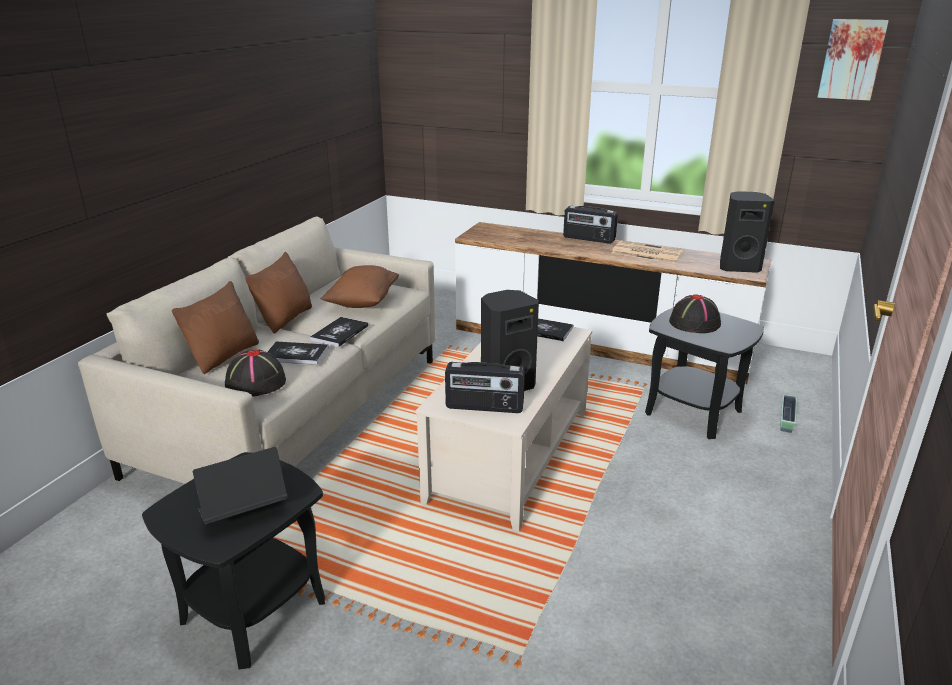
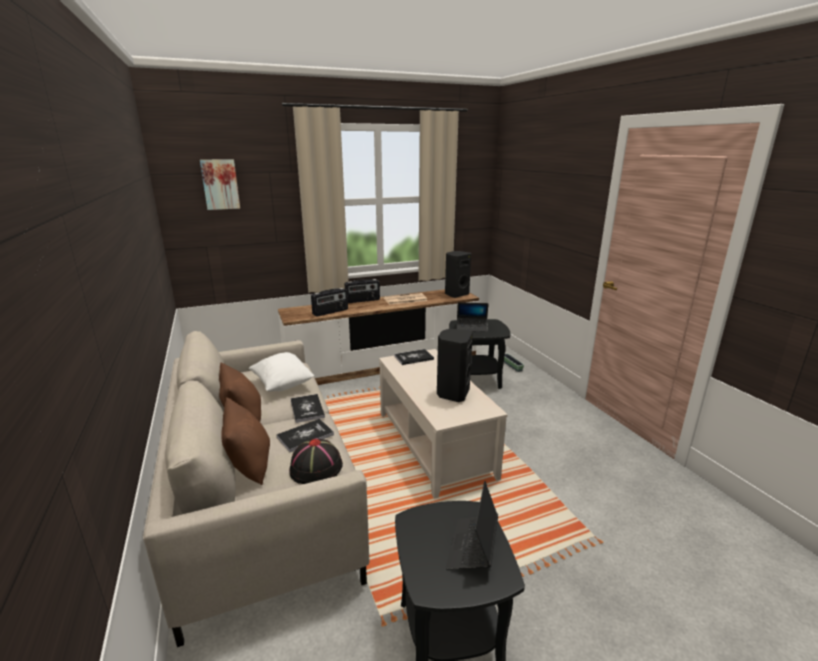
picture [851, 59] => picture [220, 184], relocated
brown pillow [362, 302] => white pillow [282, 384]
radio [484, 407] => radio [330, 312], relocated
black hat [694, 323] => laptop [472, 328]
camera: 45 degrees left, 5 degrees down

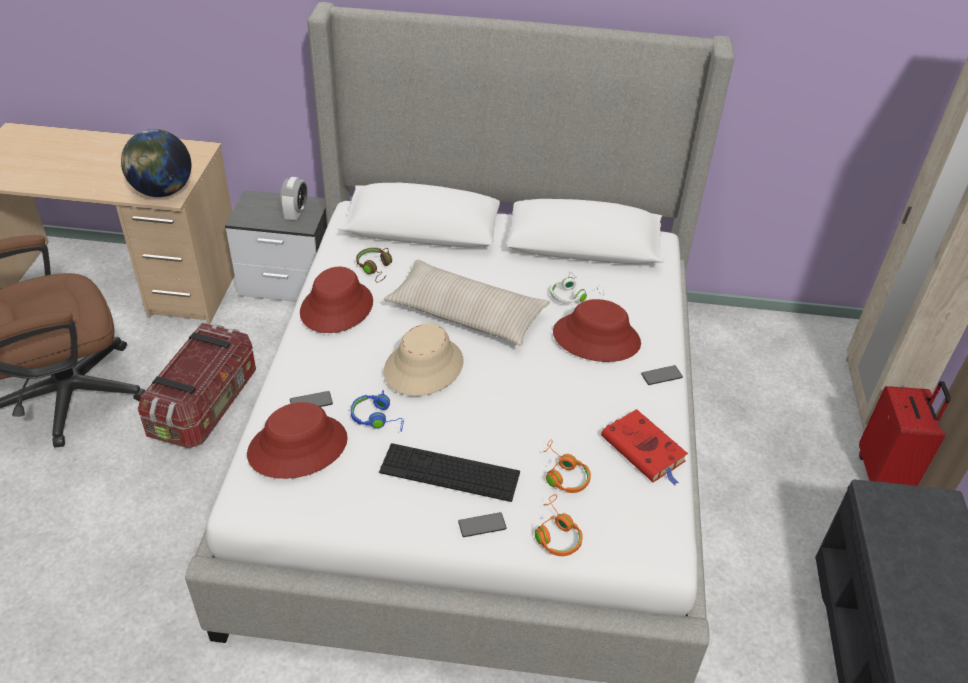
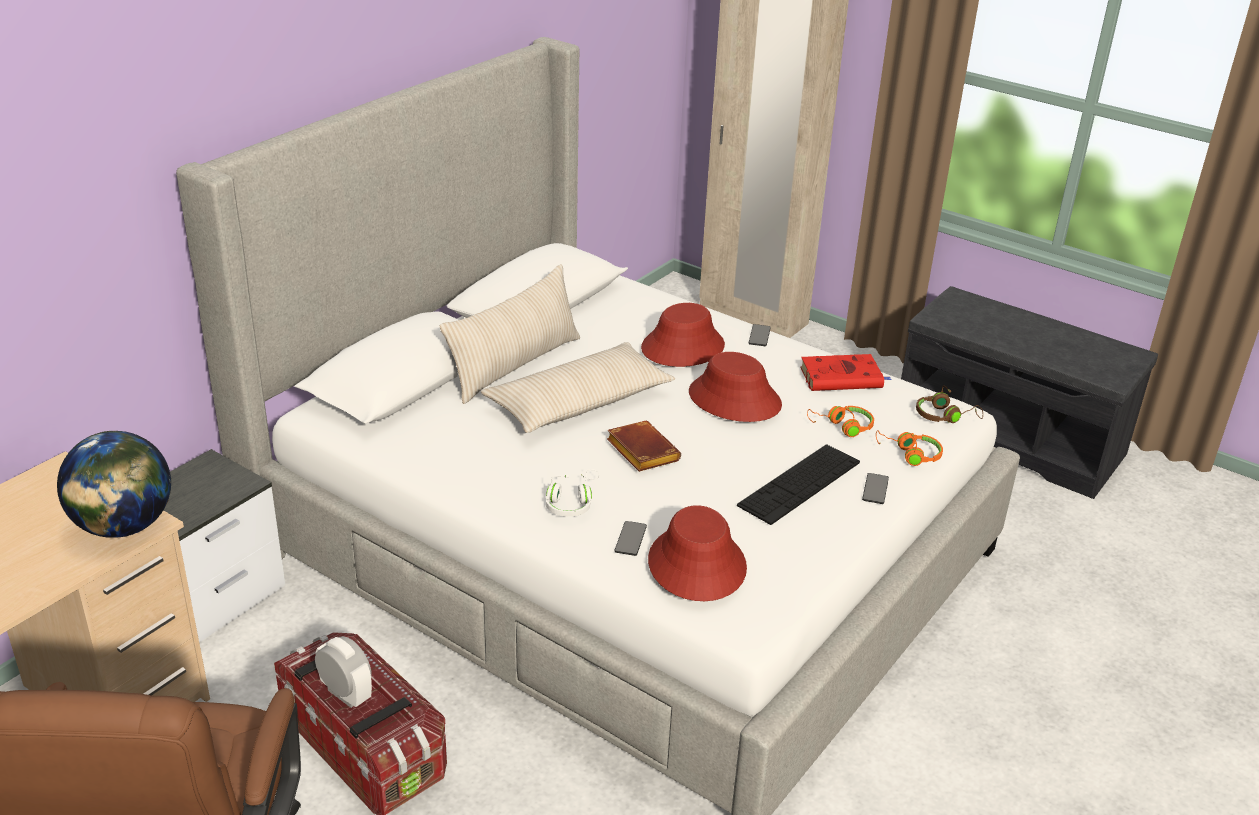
alarm clock [296, 214] => alarm clock [346, 694], relocated
nothing => beige pillow [515, 365]
white headphones [573, 296] => white headphones [572, 502], relocated
beige hat [423, 367] => brown book [640, 451]
red hat [336, 307] => red hat [734, 399], relocated
brown headphones [375, 268] => brown headphones [944, 416], relocated
blue headphones [378, 418] => nothing
red suitcase [884, 475] => nothing
camera: 60 degrees left, 10 degrees down

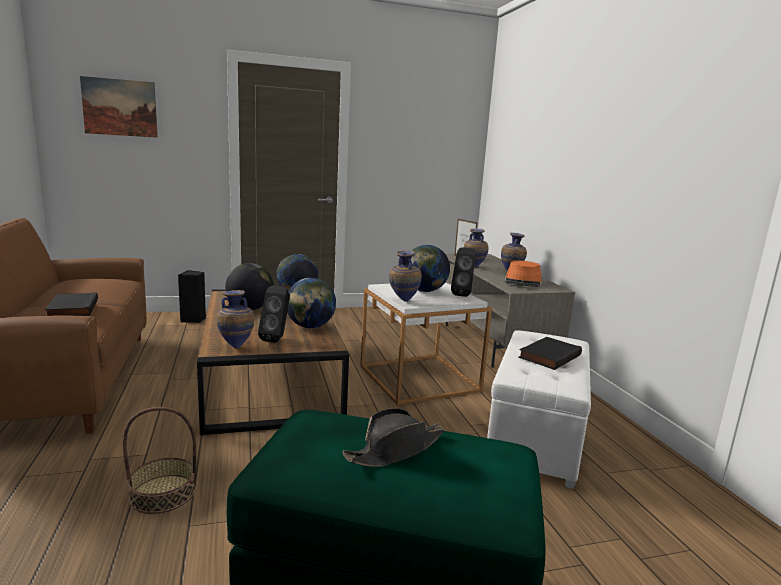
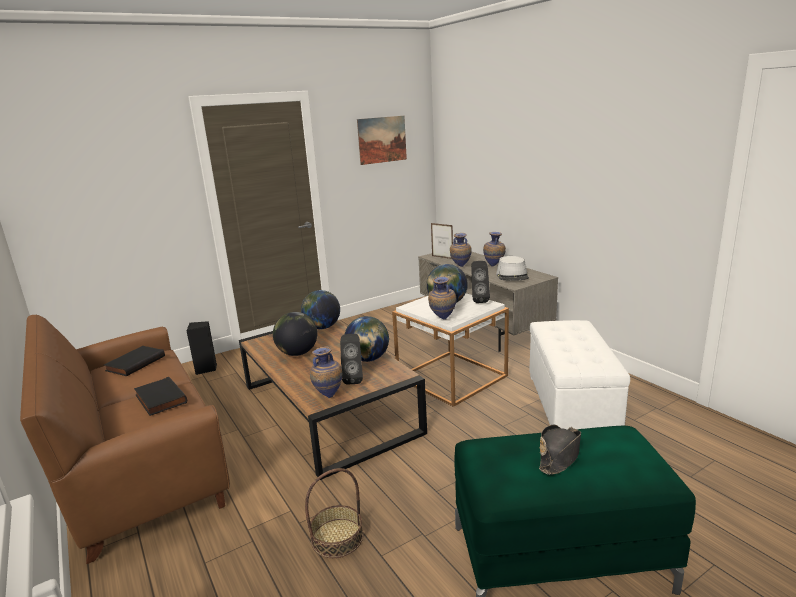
black book [548, 356] => black book [135, 363], relocated
picture [120, 107] => picture [382, 140], relocated
orange hat [523, 282] => grey hat [512, 275]
camera: 15 degrees left, 5 degrees up

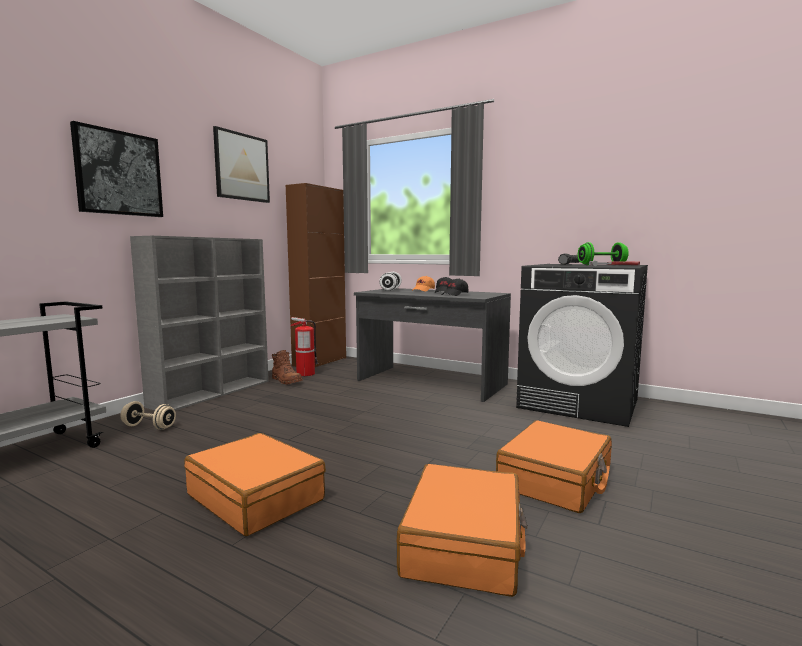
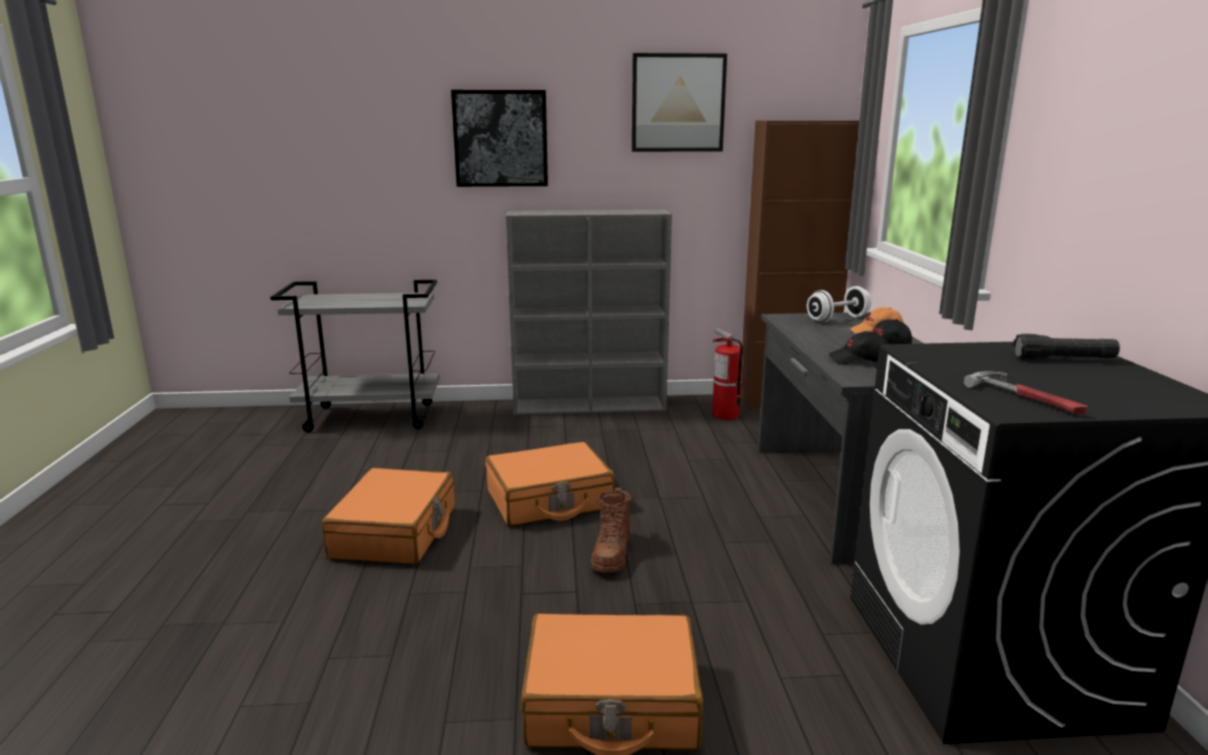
orange suitcase [464, 544] => orange suitcase [549, 500], relocated
brown boot [286, 381] => brown boot [612, 553], relocated
beige dumbbell [149, 427] => nothing
green dumbbell [602, 265] => nothing
camera: 55 degrees right, 10 degrees up

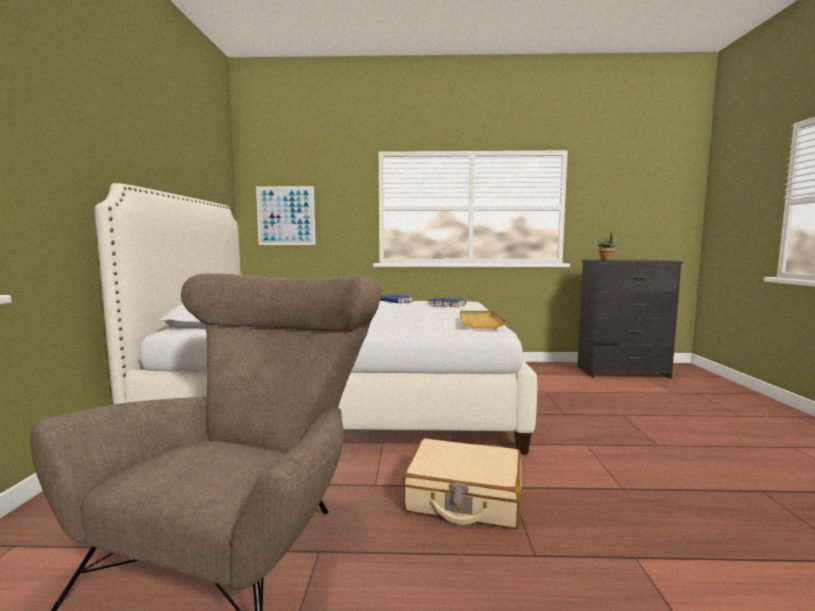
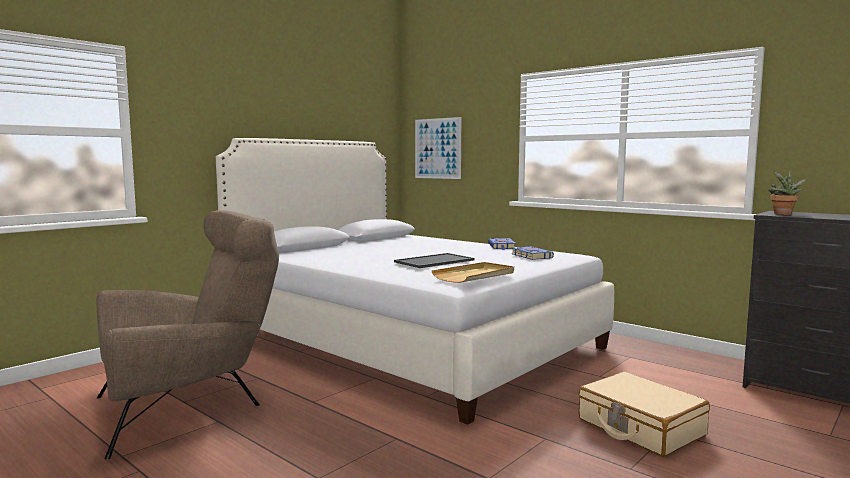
nothing => tray [434, 261]
beige suitcase [464, 498] => beige suitcase [640, 427], relocated
camera: 40 degrees right, 0 degrees up

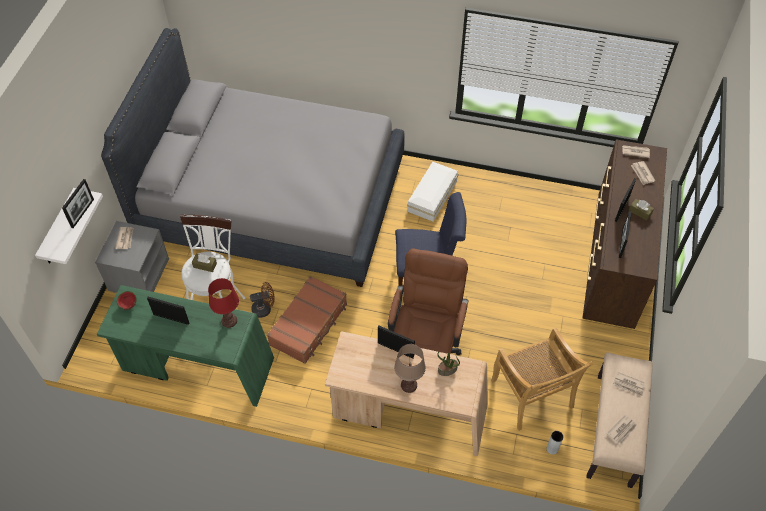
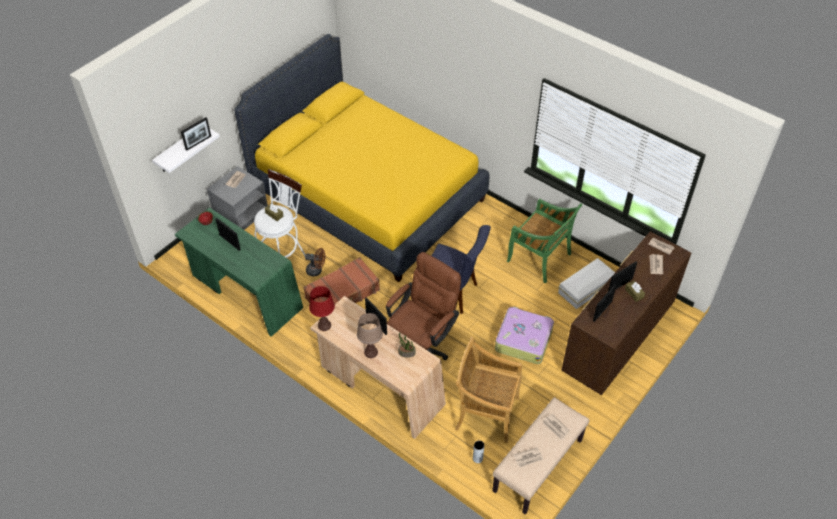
grey bed [272, 200] => yellow bed [367, 195]
red table lamp [229, 321] => red table lamp [324, 325], relocated
beige chair [532, 395] => beige chair [485, 413], 105 degrees clockwise
nothing => suitcase [523, 339]
nothing => green chair [540, 258]
white storage box [431, 196] => white storage box [585, 288], relocated
camera: 25 degrees right, 5 degrees down

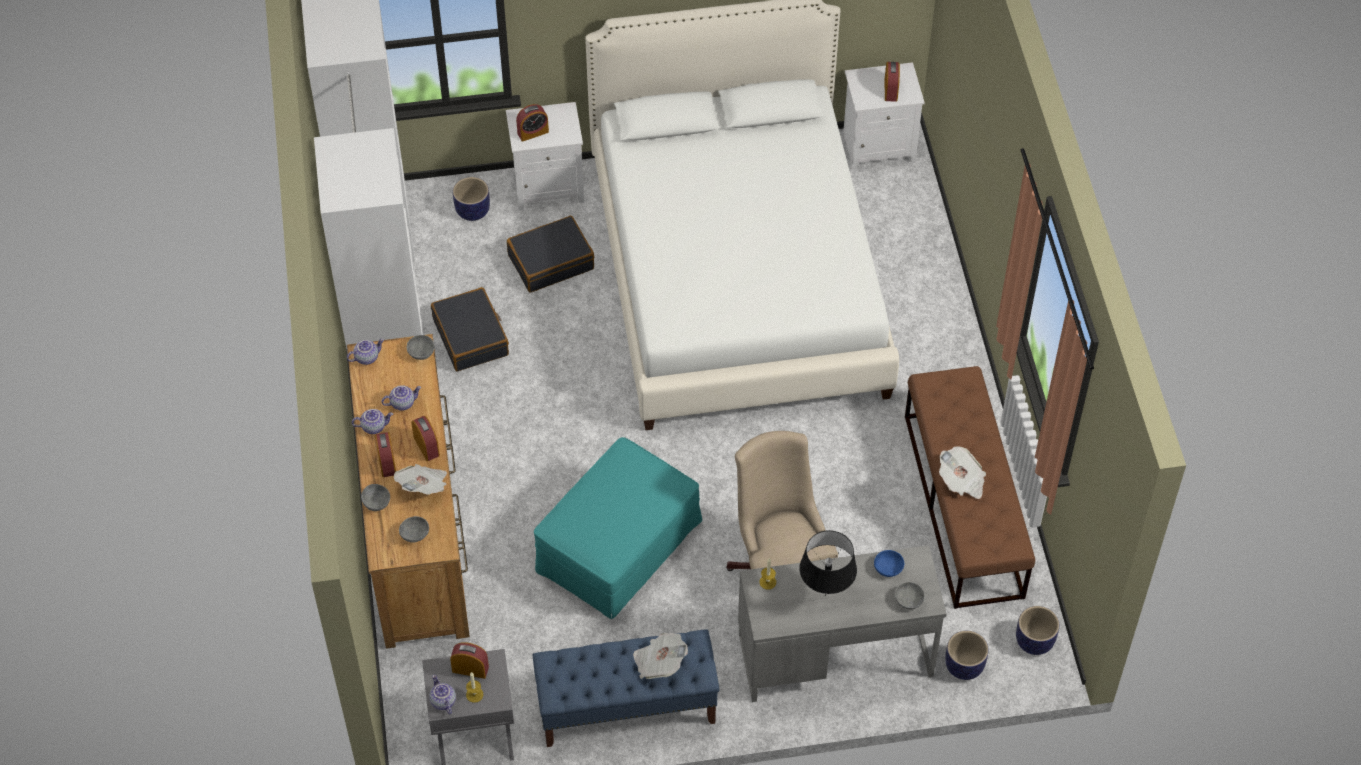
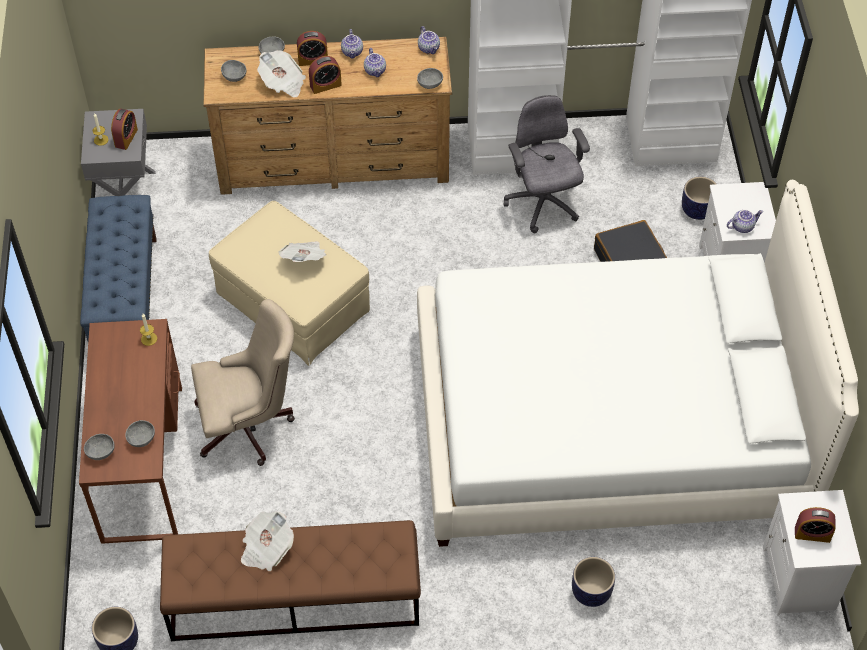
grey desk [834, 655] => brown desk [143, 462]
blue bowl [888, 569] => grey bowl [141, 439]
turquoise ottoman [617, 547] => beige ottoman [292, 301]
newspaper [659, 663] => newspaper [304, 259], relocated
black suitcase [471, 337] => grey office chair [543, 204]
planter [963, 666] => planter [591, 591], relocated
teapot [442, 701] => teapot [742, 226], relocated
alarm clock [533, 132] => nothing
black table lamp [825, 595] => nothing
camera: 95 degrees right, 0 degrees up

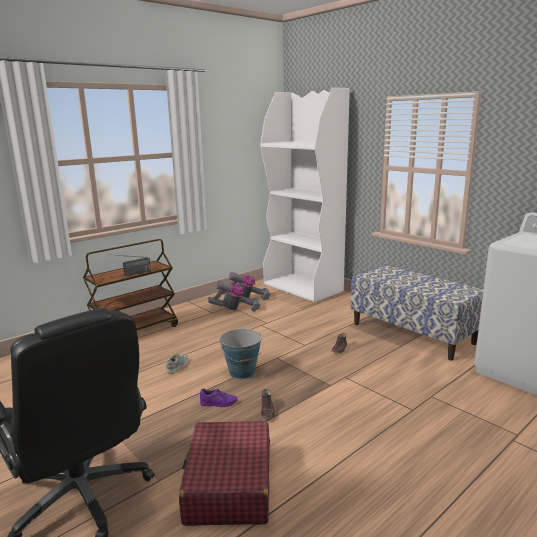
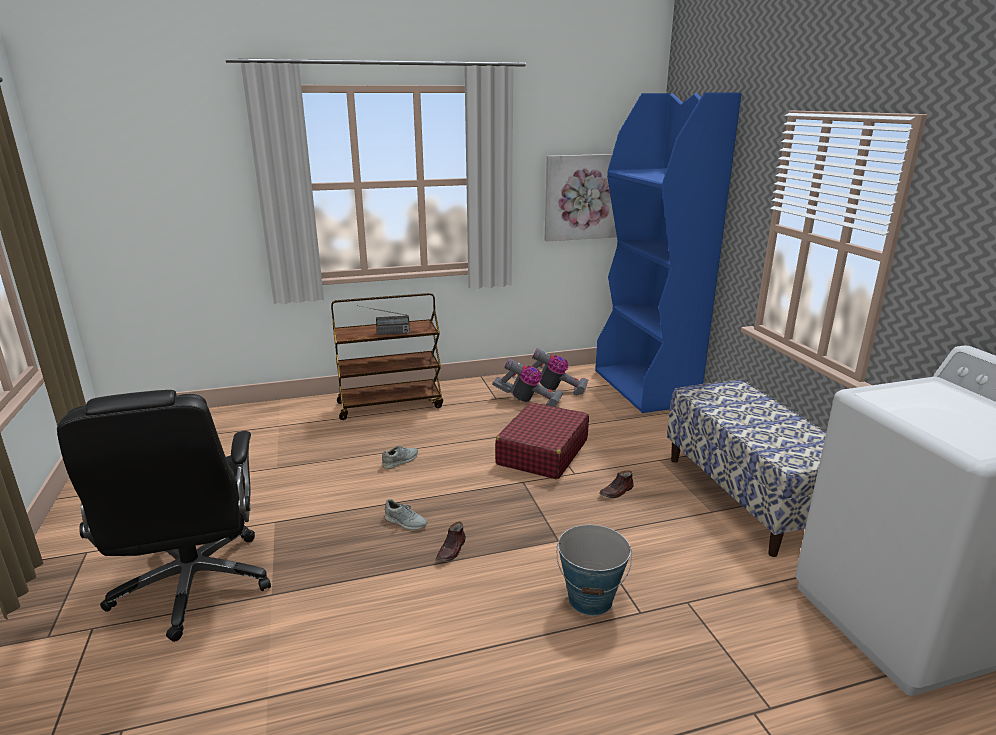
purple shoe [218, 403] => grey shoe [406, 522]
red suitcase [229, 485] => red suitcase [542, 452], relocated
nothing => picture [583, 197]
bucket [242, 372] => bucket [590, 599], relocated
white bookcase [303, 288] => blue bookcase [645, 387]
camera: 25 degrees right, 5 degrees up

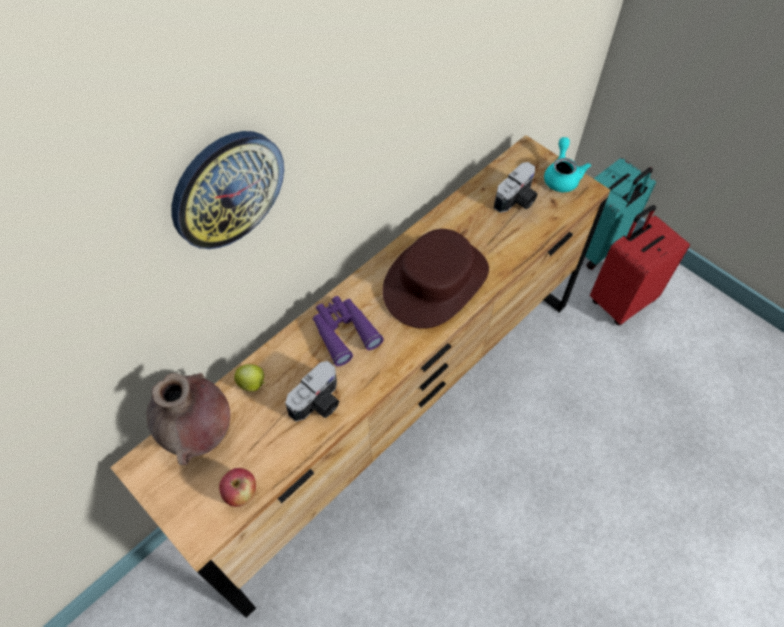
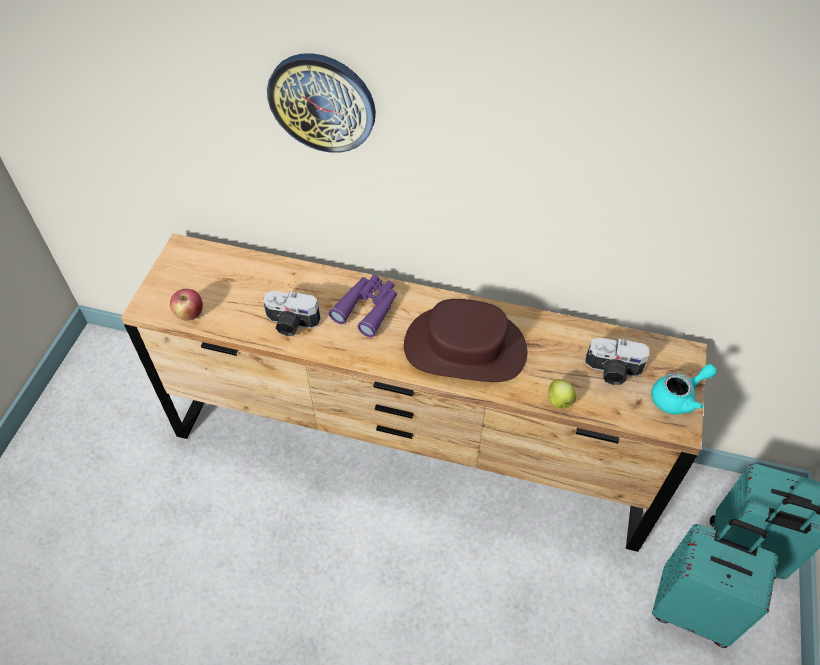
apple [253, 384] => apple [560, 402], relocated
red suitcase [621, 300] => turquoise suitcase [692, 608]
brown vase [200, 434] => nothing
camera: 60 degrees right, 5 degrees down

